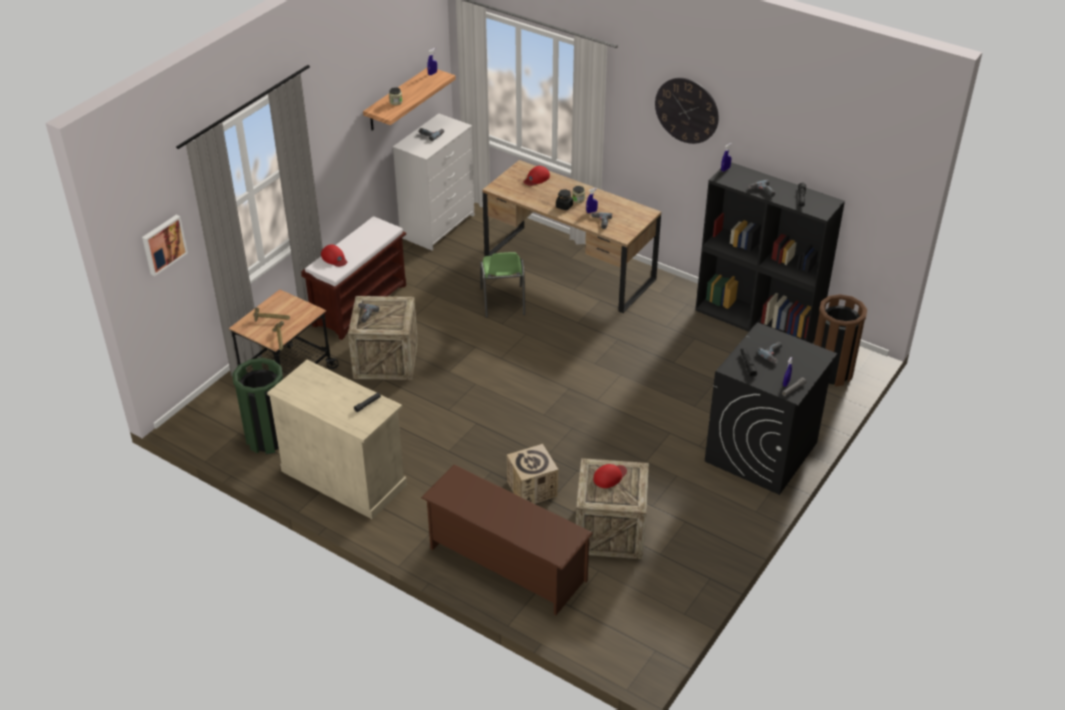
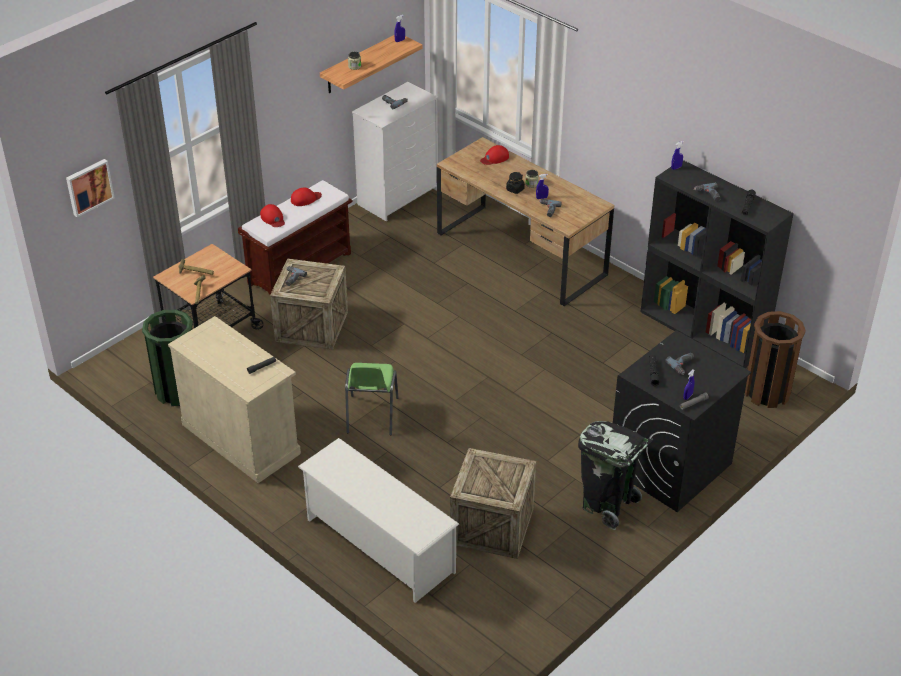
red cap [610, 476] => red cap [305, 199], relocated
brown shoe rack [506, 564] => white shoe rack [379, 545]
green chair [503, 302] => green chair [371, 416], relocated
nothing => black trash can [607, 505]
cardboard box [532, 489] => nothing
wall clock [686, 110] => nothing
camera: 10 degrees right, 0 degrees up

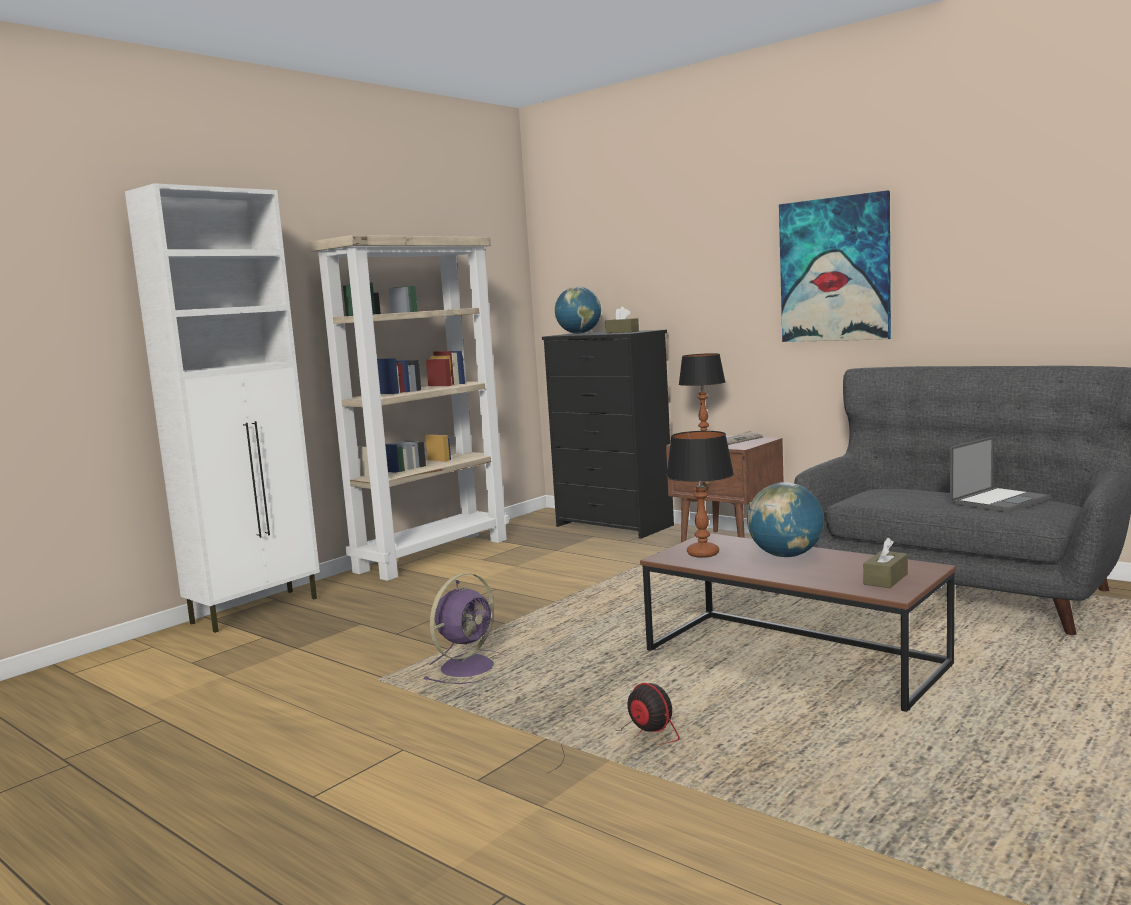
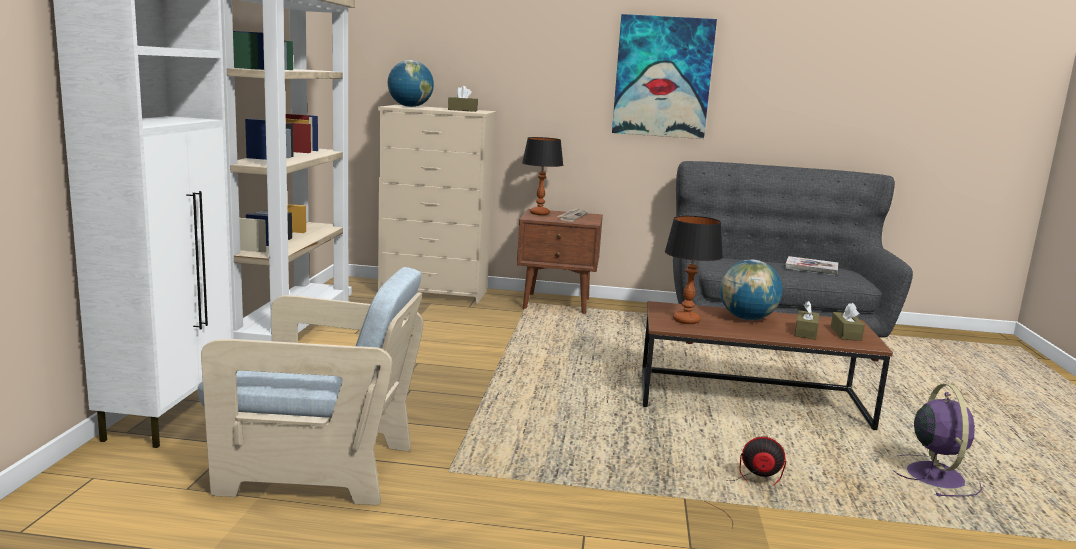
nothing => beige armchair [317, 468]
black dresser [614, 526] => beige dresser [435, 292]
laptop [999, 500] => book [811, 268]
nothing => brown tissue box [805, 332]
purple fan [469, 666] => purple fan [934, 475], relocated
camera: 35 degrees left, 5 degrees up

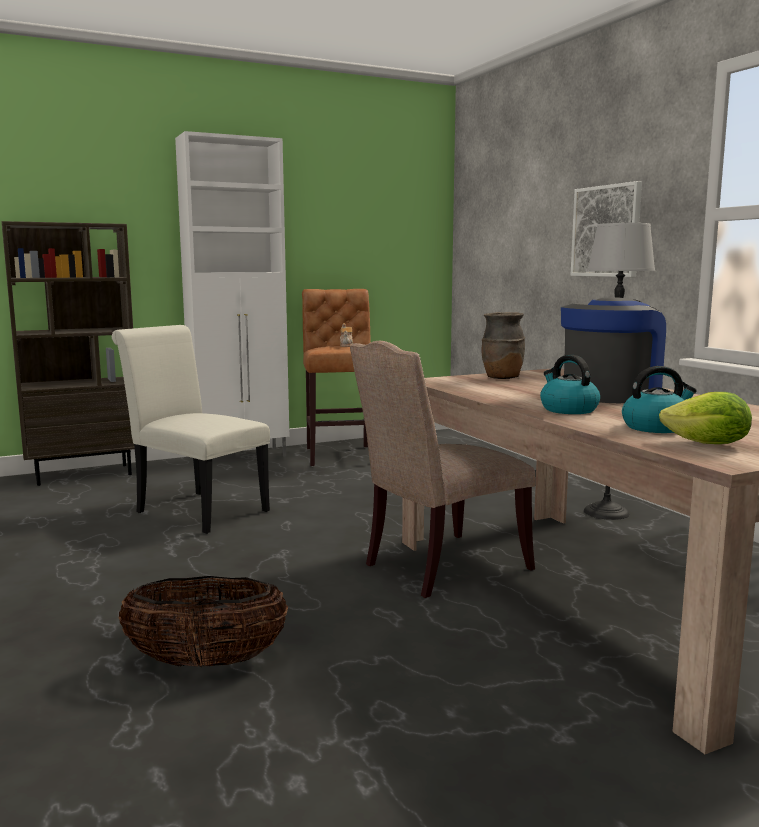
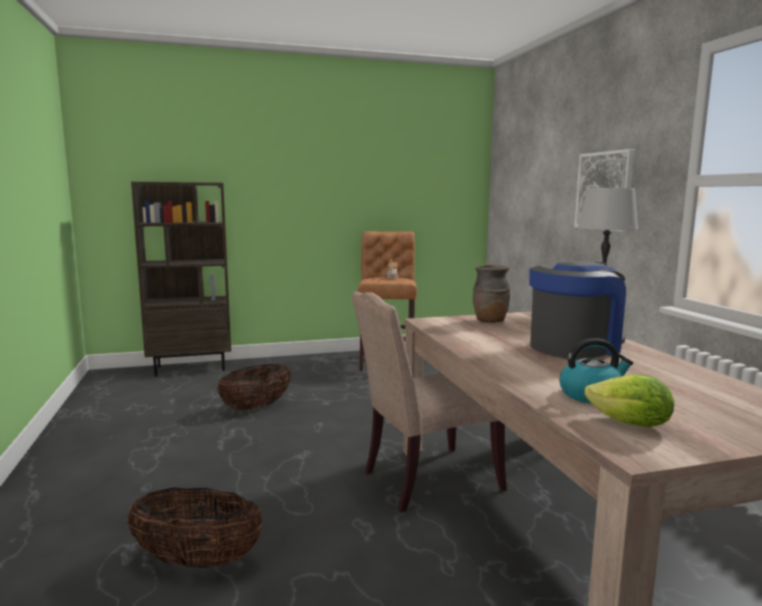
white chair [196, 510] => basket [256, 407]
white cabinet [242, 456] => nothing
kettle [568, 409] => nothing
camera: 10 degrees right, 0 degrees up

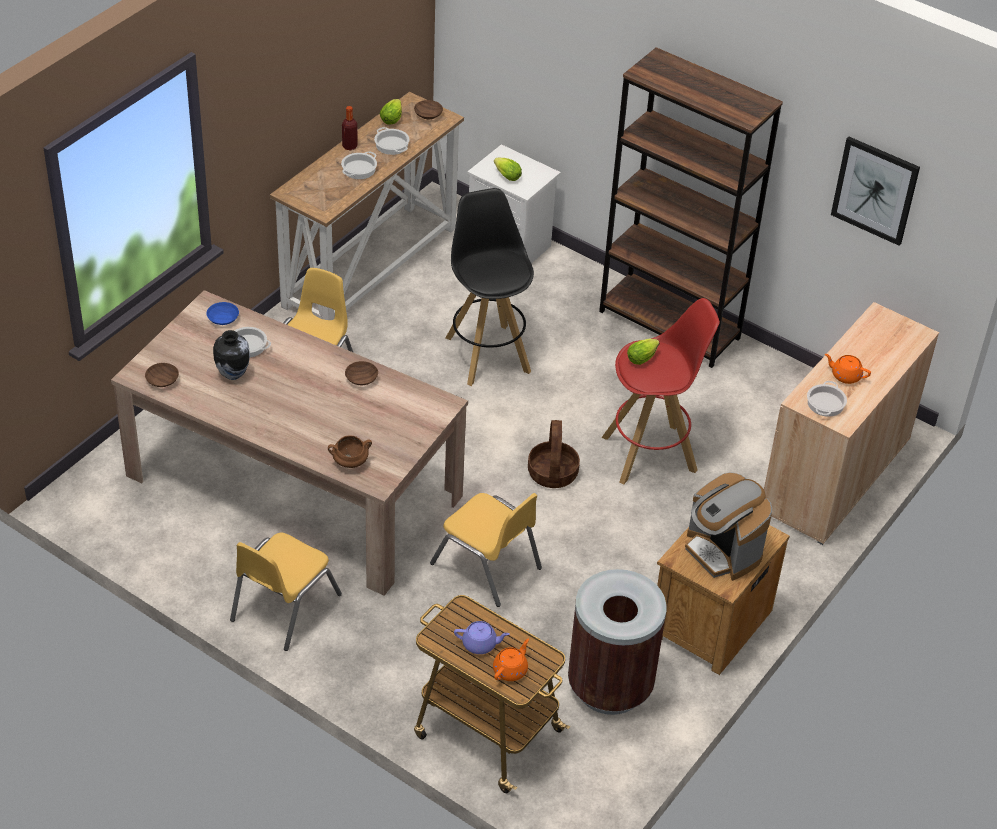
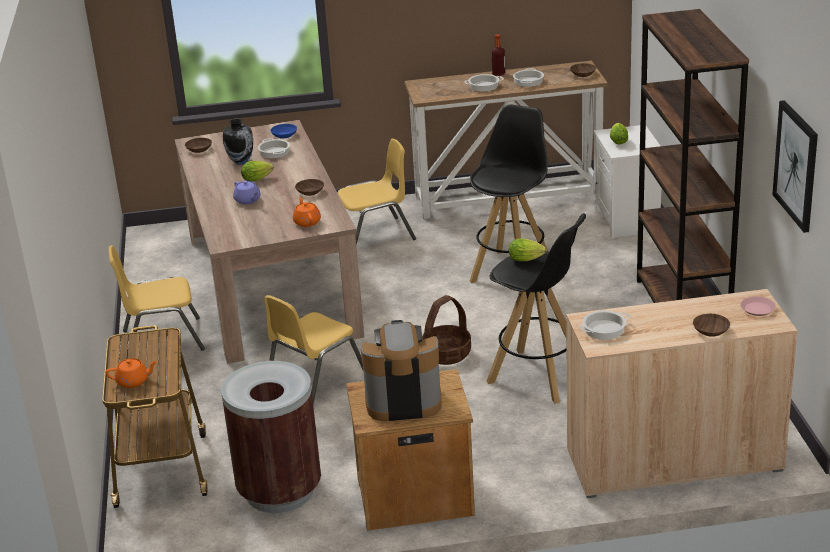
purple teapot [480, 644] => purple teapot [248, 200], relocated
lettuce [392, 118] => lettuce [258, 179], relocated
yellow chair [486, 566] => yellow chair [315, 381], 45 degrees clockwise
orange teapot [845, 375] => orange teapot [307, 222], relocated
coffee machine [722, 551] => coffee machine [403, 401], 75 degrees clockwise
red stool [650, 453] => black stool [538, 376]
nothing => brown bowl [710, 331]
nothing => pink plate [757, 309]
brown cooking pot [349, 462] => nothing
camera: 50 degrees right, 15 degrees down

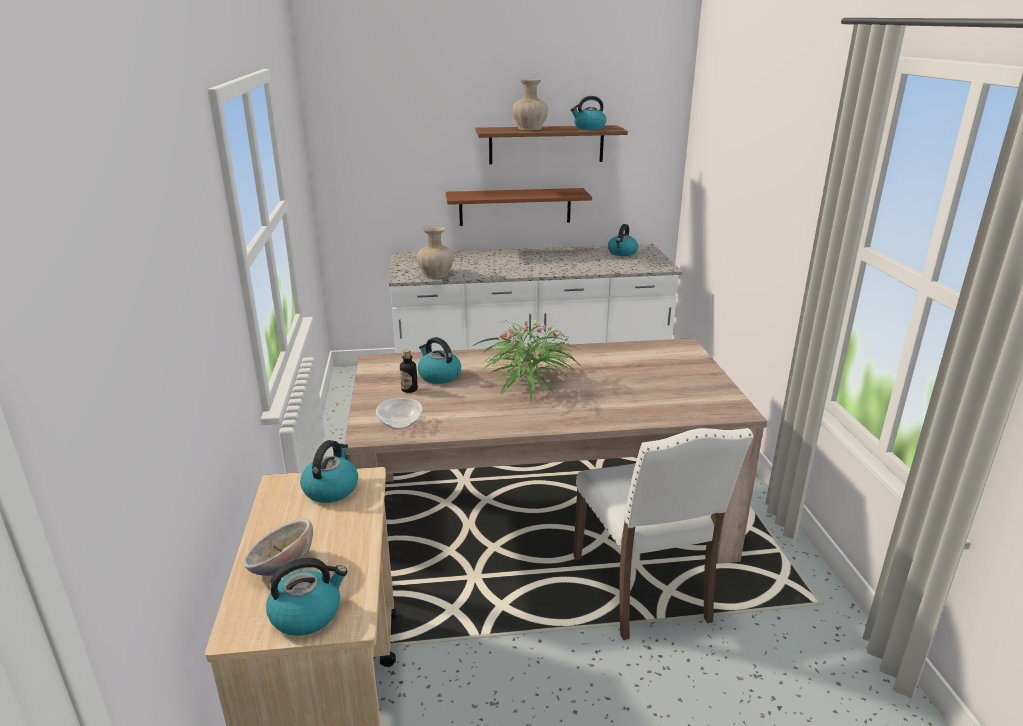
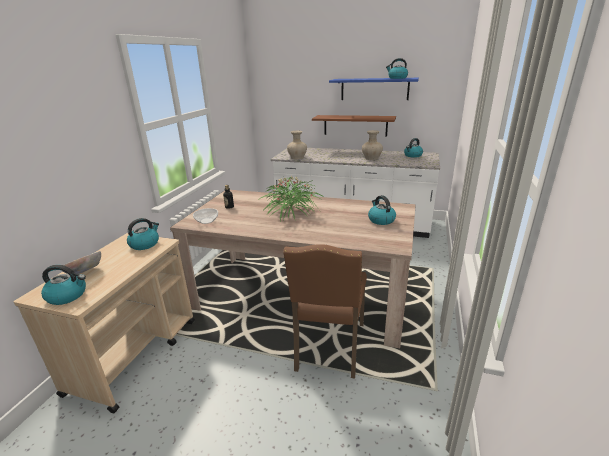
white chair [644, 589] => brown chair [328, 347]
brown shelf [546, 144] => blue shelf [374, 89]
beige vase [529, 128] => beige vase [371, 158], relocated
kettle [438, 376] => kettle [381, 220], relocated
camera: 25 degrees right, 0 degrees up

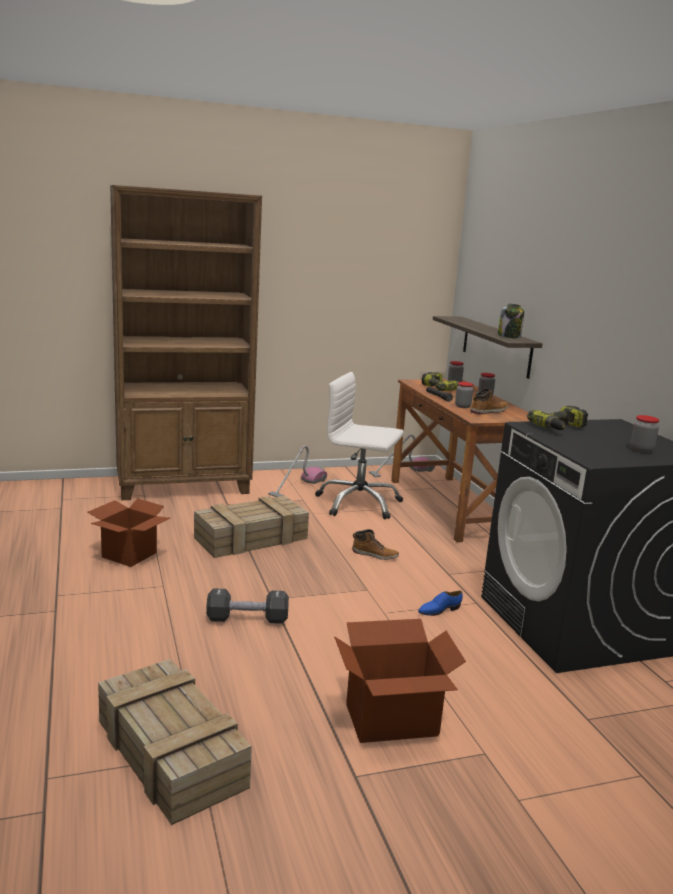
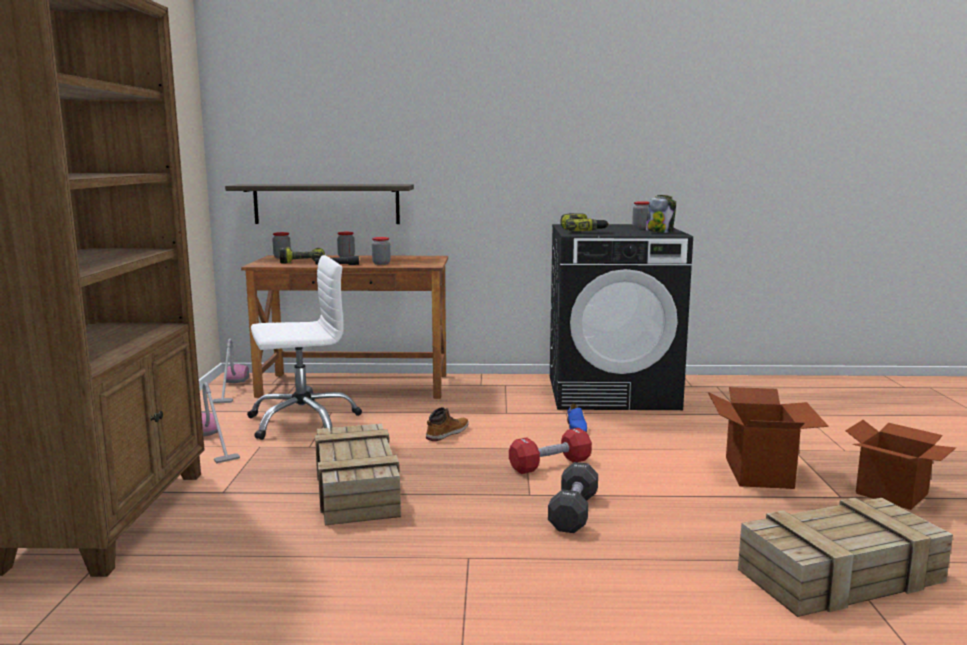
white office chair [358, 503] => white office chair [303, 421], 150 degrees counterclockwise
nothing => red dumbbell [550, 465]
jar [509, 336] => jar [659, 232], relocated
cardboard box [129, 555] => cardboard box [891, 494], relocated
boot [488, 411] => nothing
camera: 70 degrees left, 5 degrees down

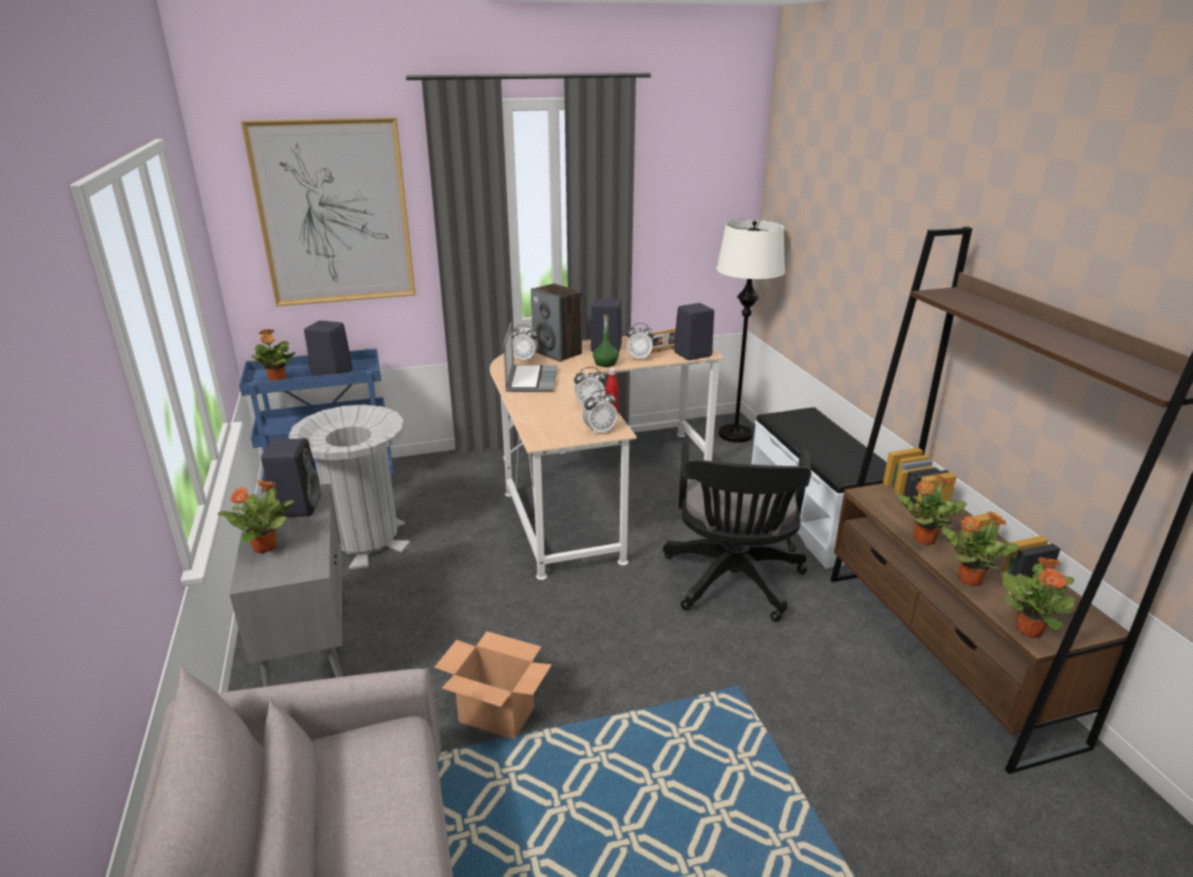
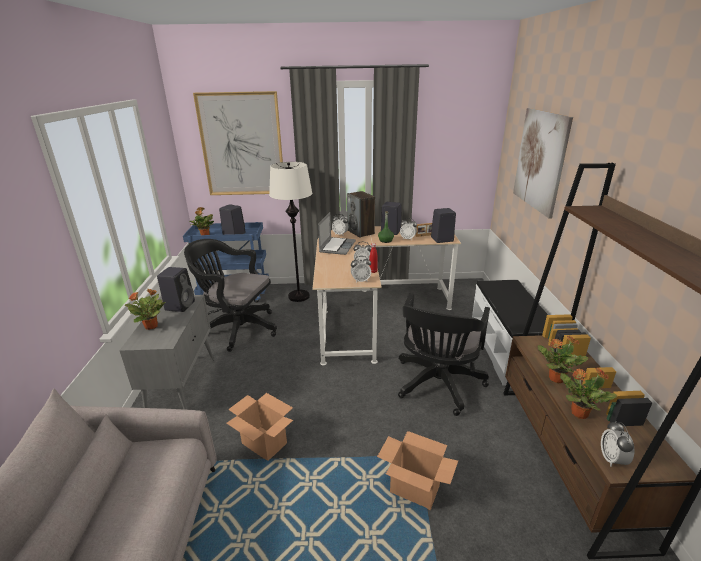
grey trash can [365, 540] => black office chair [237, 328]
white floor lamp [736, 434] => white floor lamp [299, 296], relocated
nothing => cardboard box [414, 489]
nothing => picture [540, 160]
potted plant [1028, 629] => alarm clock [612, 459]
camera: 15 degrees right, 0 degrees up

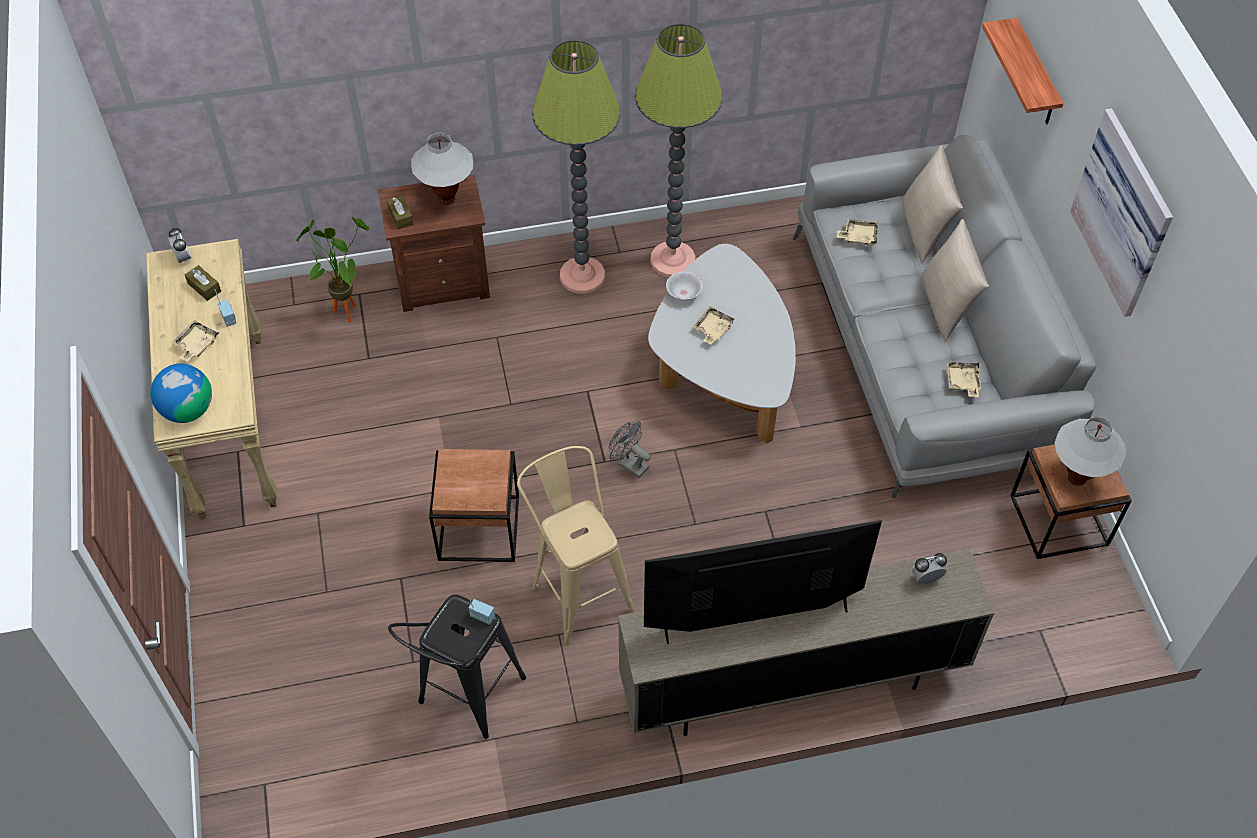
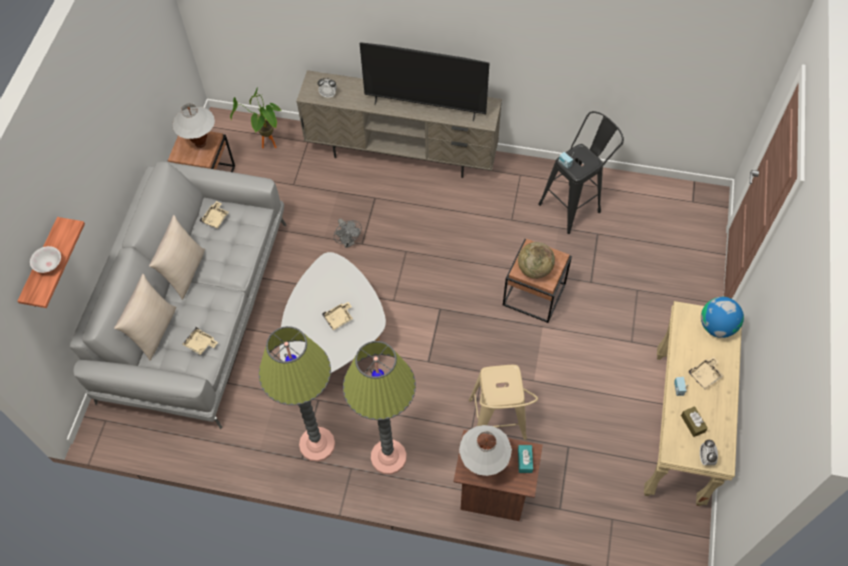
white bowl [683, 293] => white bowl [49, 265], relocated
potted plant [346, 308] => potted plant [268, 147], relocated
grey fan [629, 464] => grey fan [348, 242], relocated
beige stool [578, 590] => beige stool [498, 426], relocated
nothing => globe [534, 269]
brown tissue box [401, 217] => turquoise tissue box [525, 460]
picture [1126, 212] => nothing
camera: 155 degrees left, 5 degrees up

